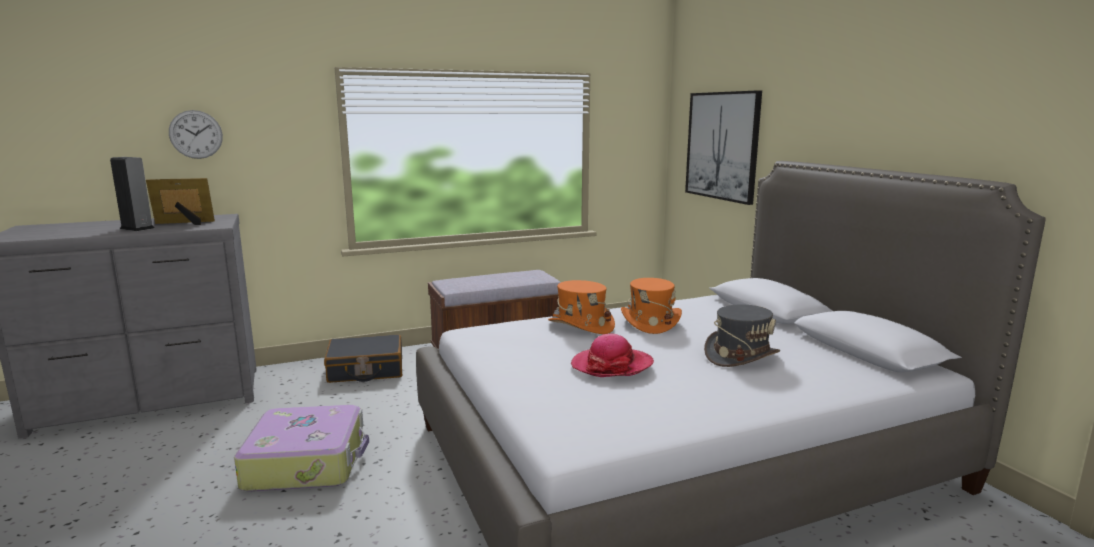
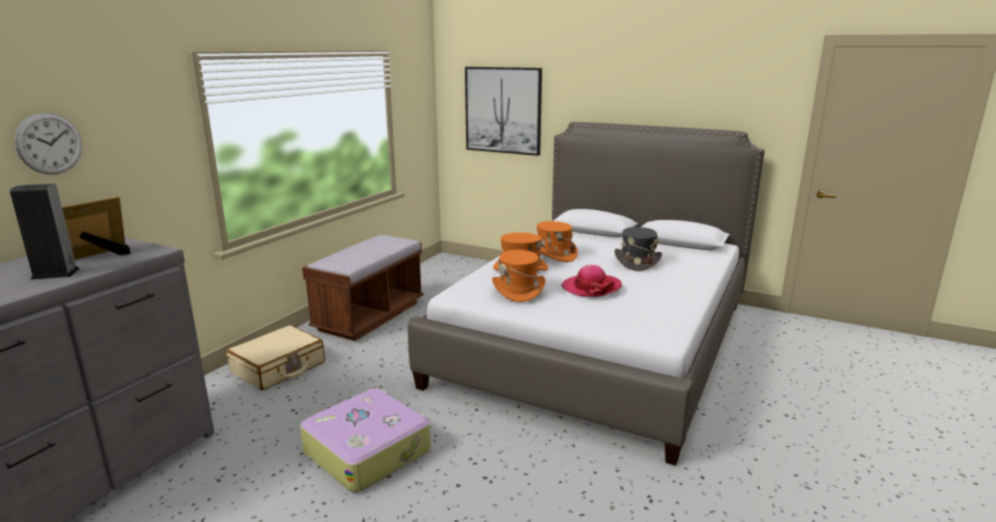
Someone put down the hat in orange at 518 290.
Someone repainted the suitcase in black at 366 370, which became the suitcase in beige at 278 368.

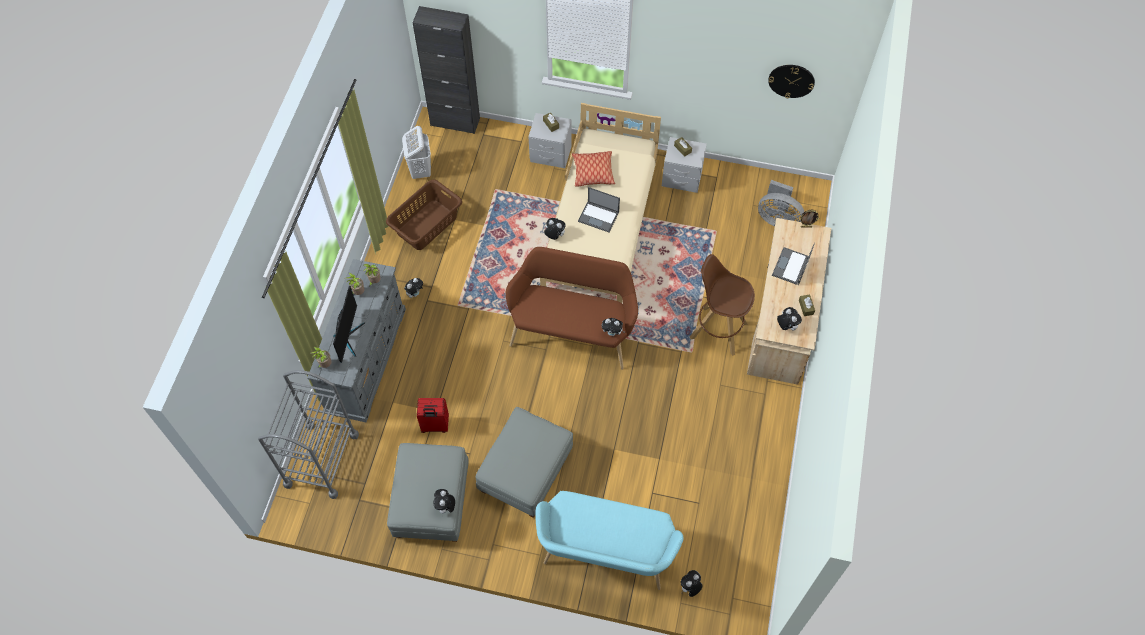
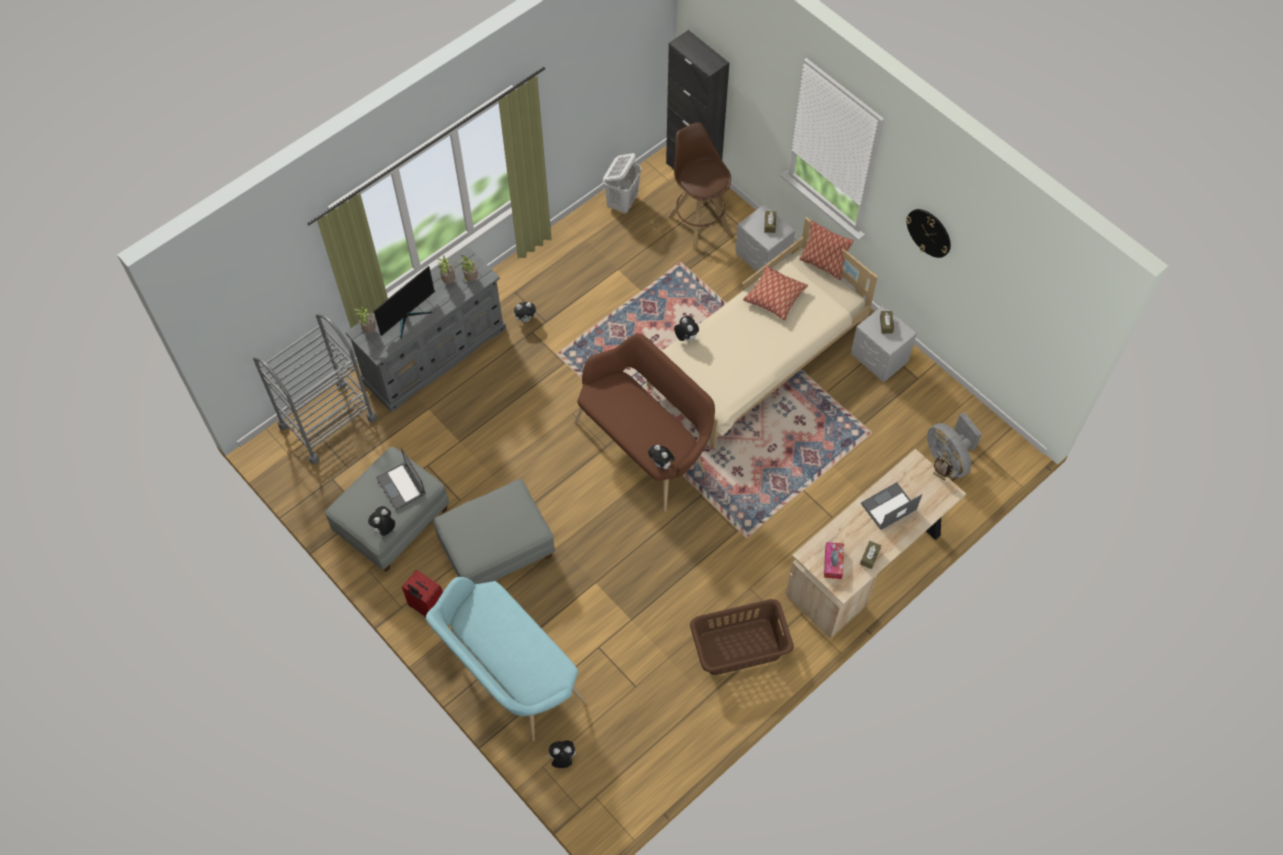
Someone put down the pillow at 822 264.
Someone carried the laundry basket in brown from 426 225 to 739 646.
Someone carried the suitcase in red from 435 426 to 426 607.
Someone carried the laptop from 599 217 to 401 486.
Someone carried the stool in brown from 717 330 to 698 223.
Someone carried the wall clock from 791 80 to 929 232.
Someone swapped the plush toy at 786 326 for the tissue box at 833 562.

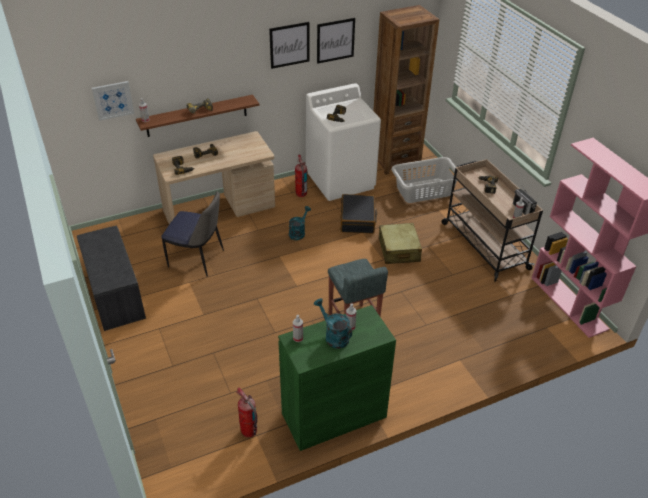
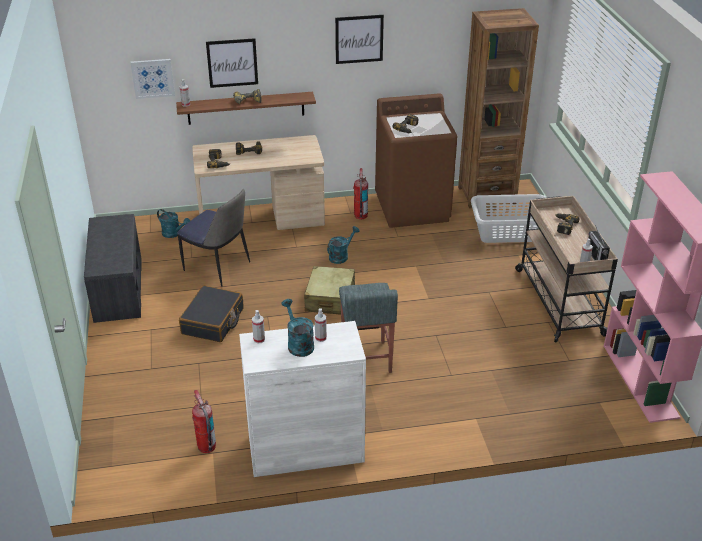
Someone put down the watering can in turquoise at 174 234.
Someone carried the picture from 335 40 to 232 63.
Someone carried the suitcase in black from 358 219 to 213 321.
Someone carried the suitcase in beige from 398 250 to 330 299.
Someone repainted the cabinet in green at 334 415, which became the cabinet in white at 305 449.
Someone repainted the washing machine in white at 341 180, which became the washing machine in brown at 413 207.

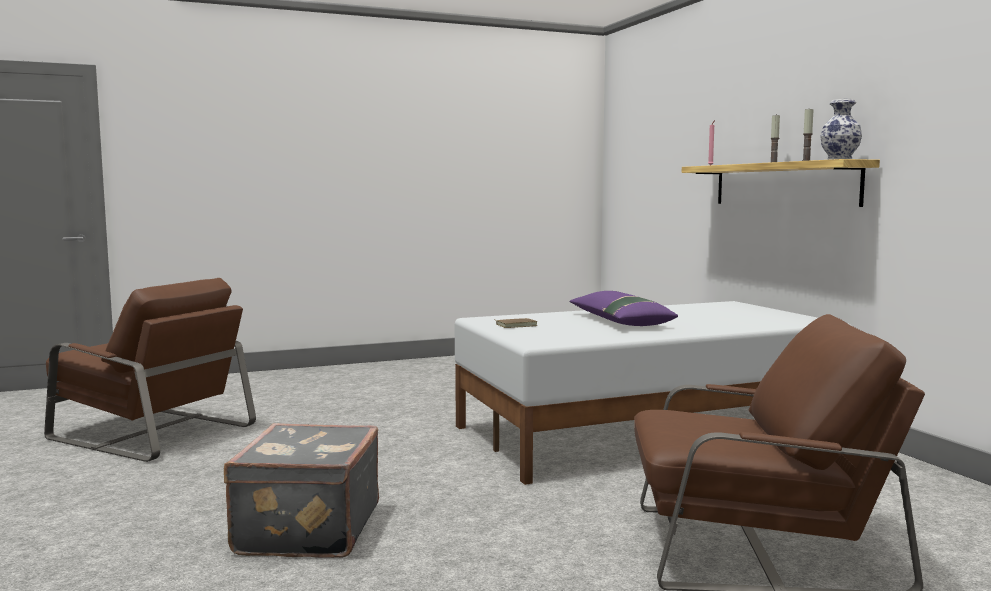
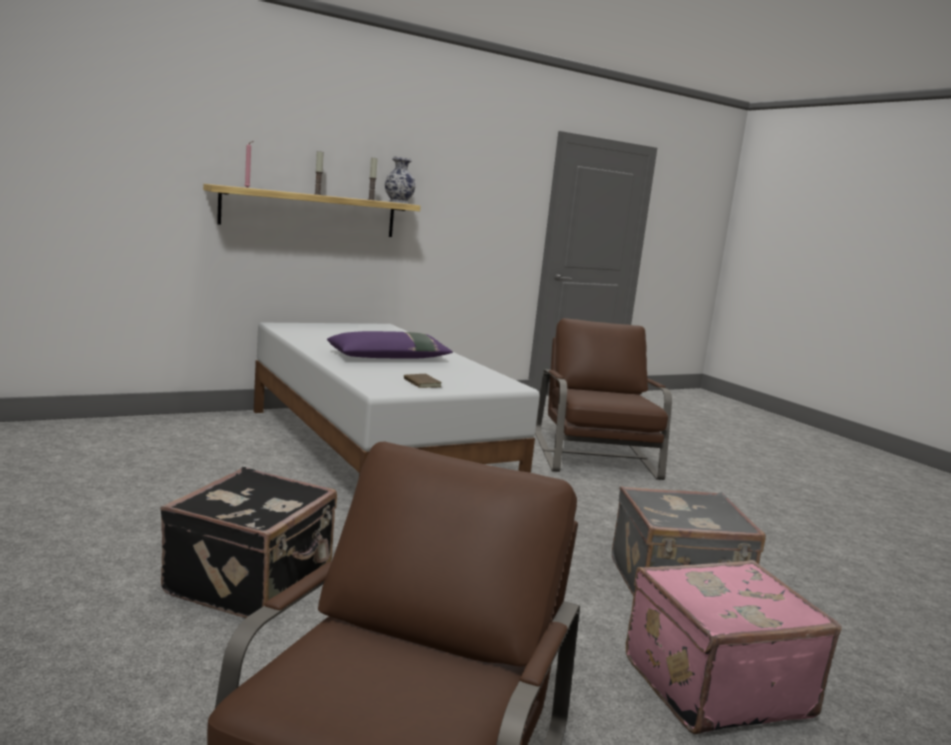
Someone put down the suitcase in black at 253 581.
Someone put down the suitcase in pink at 713 684.

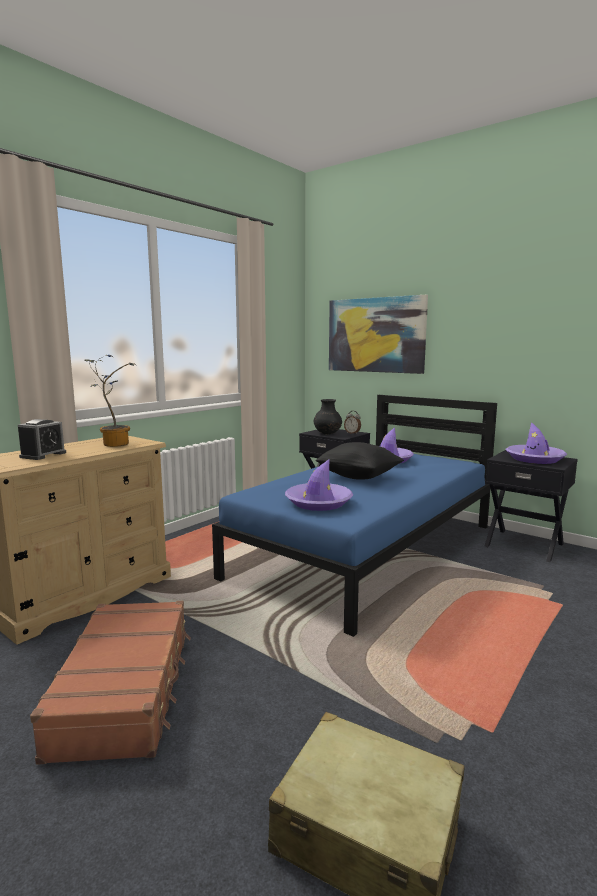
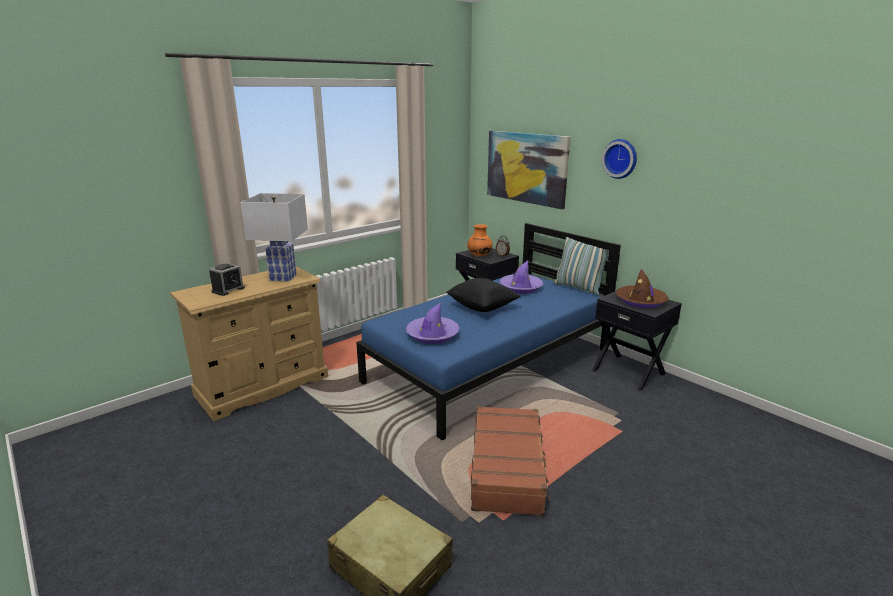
Someone put down the pillow at 578 288.
Someone put up the wall clock at 620 158.
Someone carried the suitcase in brown from 126 690 to 508 468.
Someone swapped the potted plant at 114 443 for the table lamp in white at 282 278.
Someone repainted the vase in black at 327 434, which became the vase in orange at 479 256.
Someone repainted the hat in purple at 535 459, which became the hat in brown at 641 301.

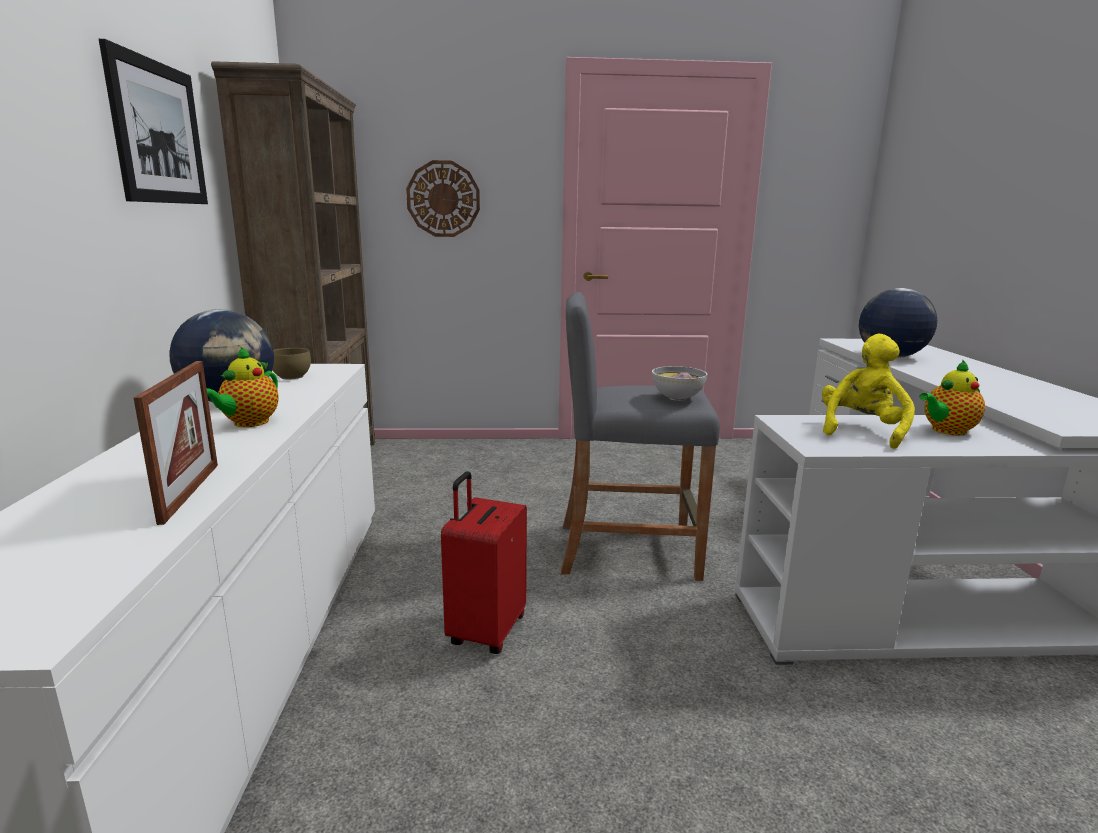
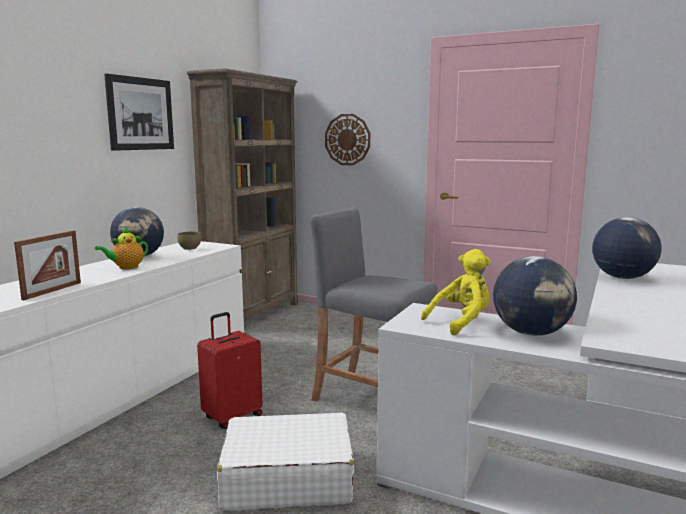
Someone took away the bowl at 677 398.
Someone put down the suitcase in white at 287 478.
Someone swapped the teapot at 946 431 for the globe at 531 333.

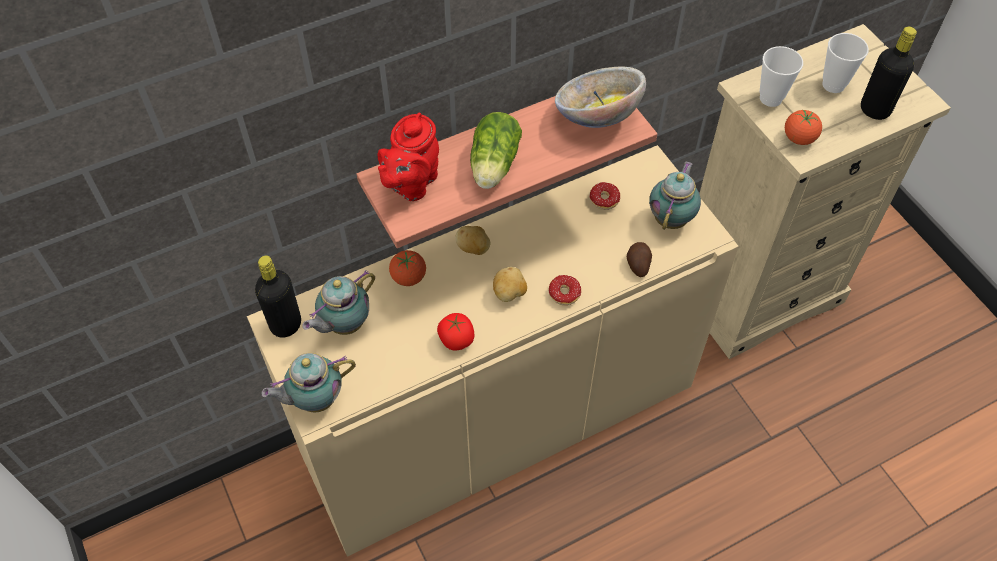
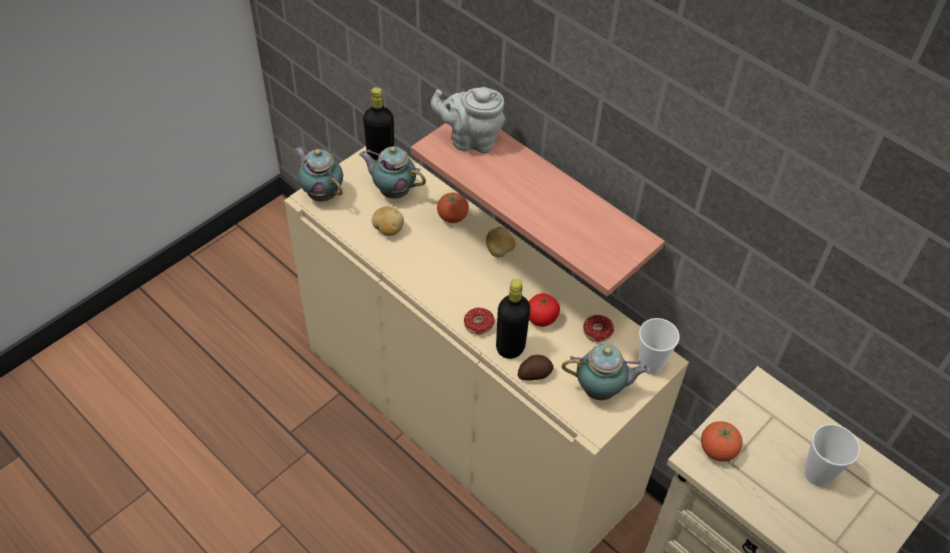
Someone took away the lettuce at 493 166.
Someone took away the bowl at 596 116.
Someone carried the tomato from 456 339 to 541 318.
Someone carried the potato from 509 293 to 388 230.
Someone carried the cup from 770 98 to 650 364.
Someone carried the bottle in black from 875 110 to 510 347.
Someone repainted the teapot in red at 411 184, which became the teapot in grey at 471 140.

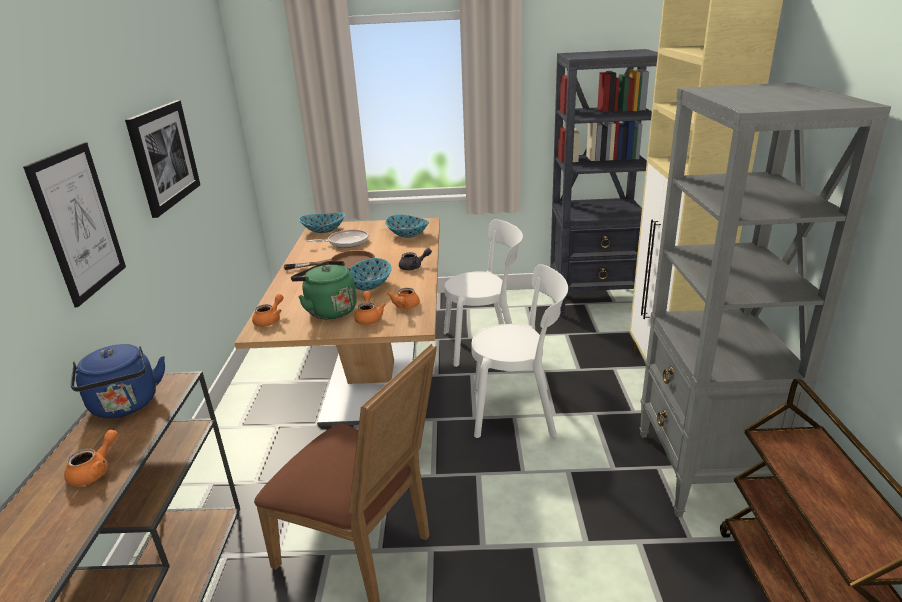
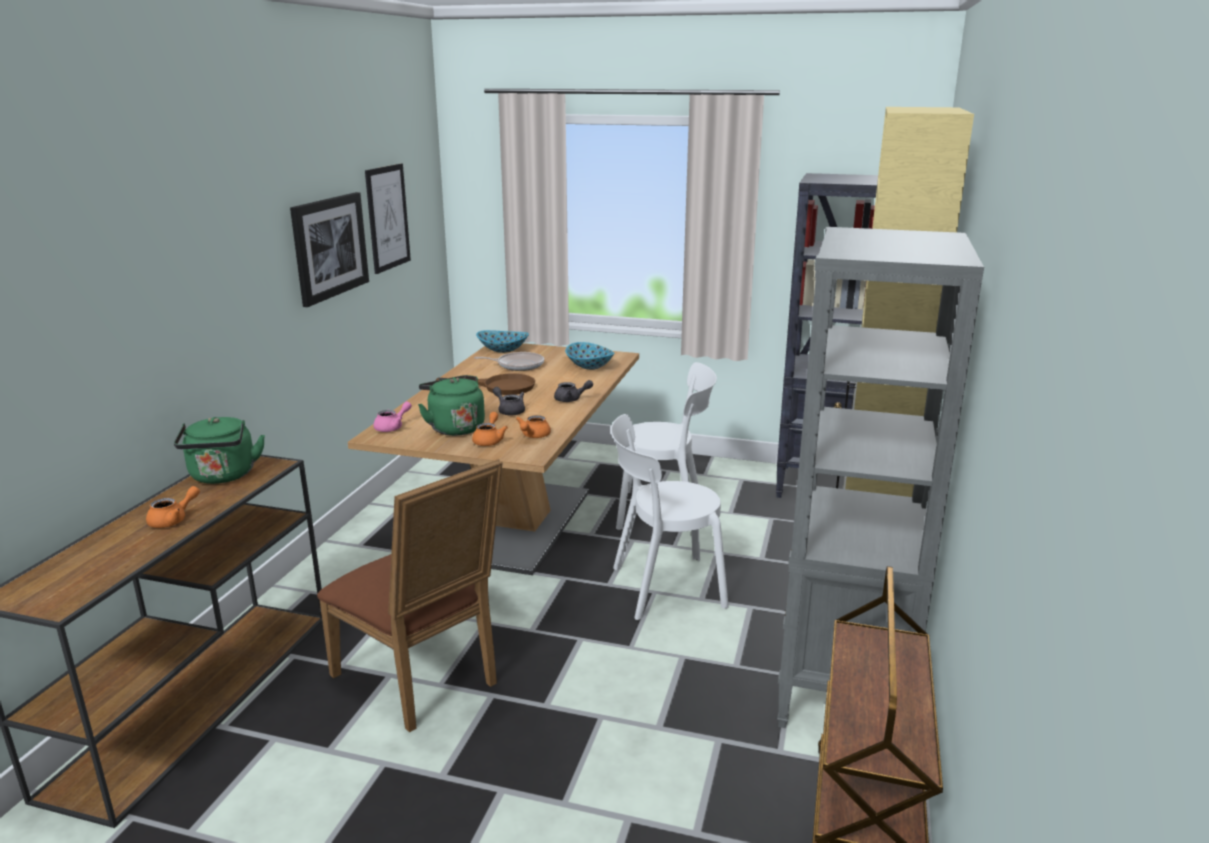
Someone carried the picture from 79 223 to 387 217.
Someone swapped the bowl at 367 286 for the teapot in grey at 509 411.
Someone repainted the kettle in blue at 126 406, which became the kettle in green at 223 476.
Someone repainted the teapot in orange at 270 320, which became the teapot in pink at 393 427.
Someone rotated the chair in white at 518 411 by 150 degrees clockwise.

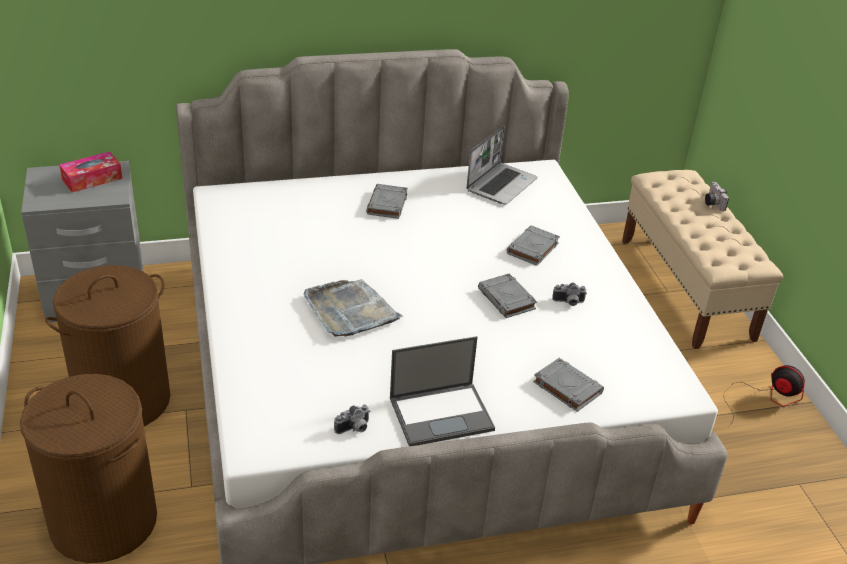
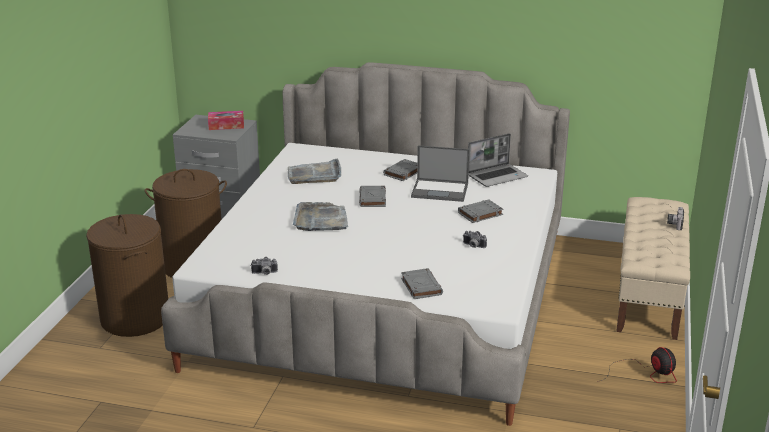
Someone put down the tray in grey at 314 174.
Someone carried the laptop from 442 413 to 440 190.
Someone carried the book in grey from 507 299 to 373 199.

